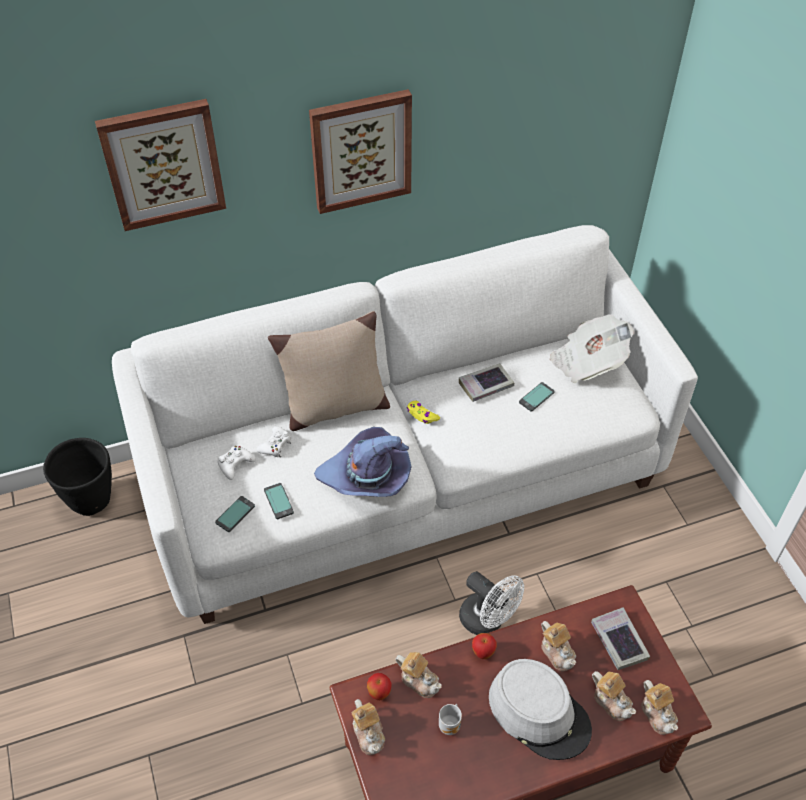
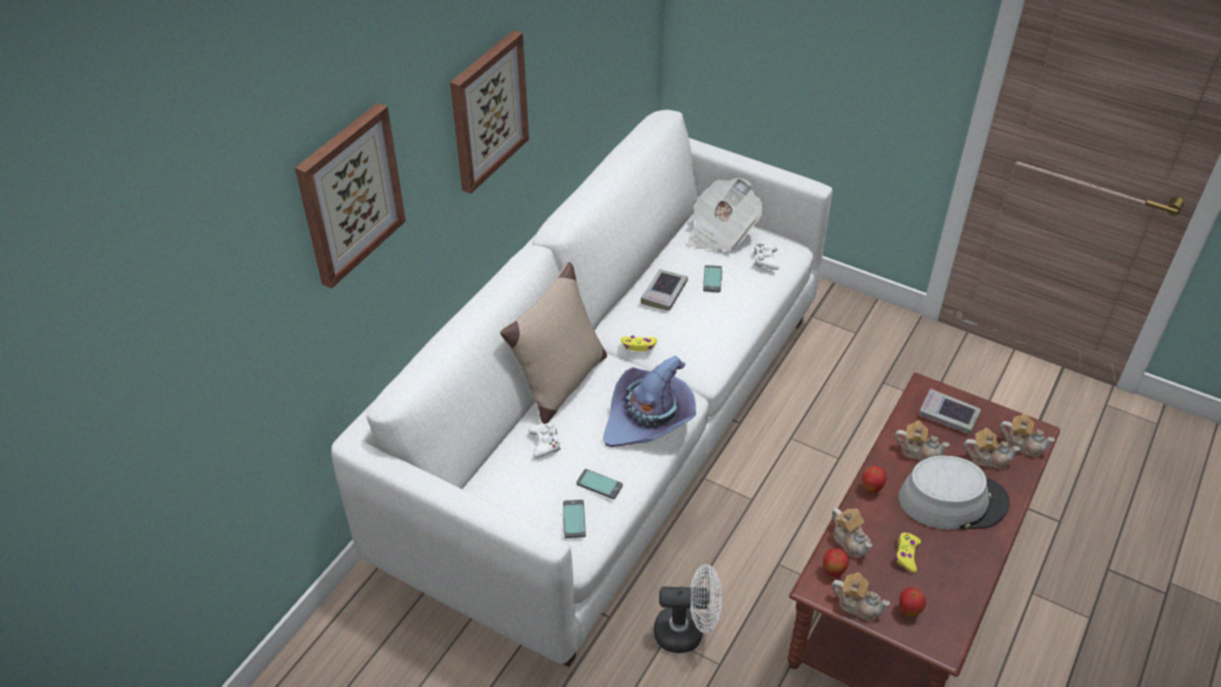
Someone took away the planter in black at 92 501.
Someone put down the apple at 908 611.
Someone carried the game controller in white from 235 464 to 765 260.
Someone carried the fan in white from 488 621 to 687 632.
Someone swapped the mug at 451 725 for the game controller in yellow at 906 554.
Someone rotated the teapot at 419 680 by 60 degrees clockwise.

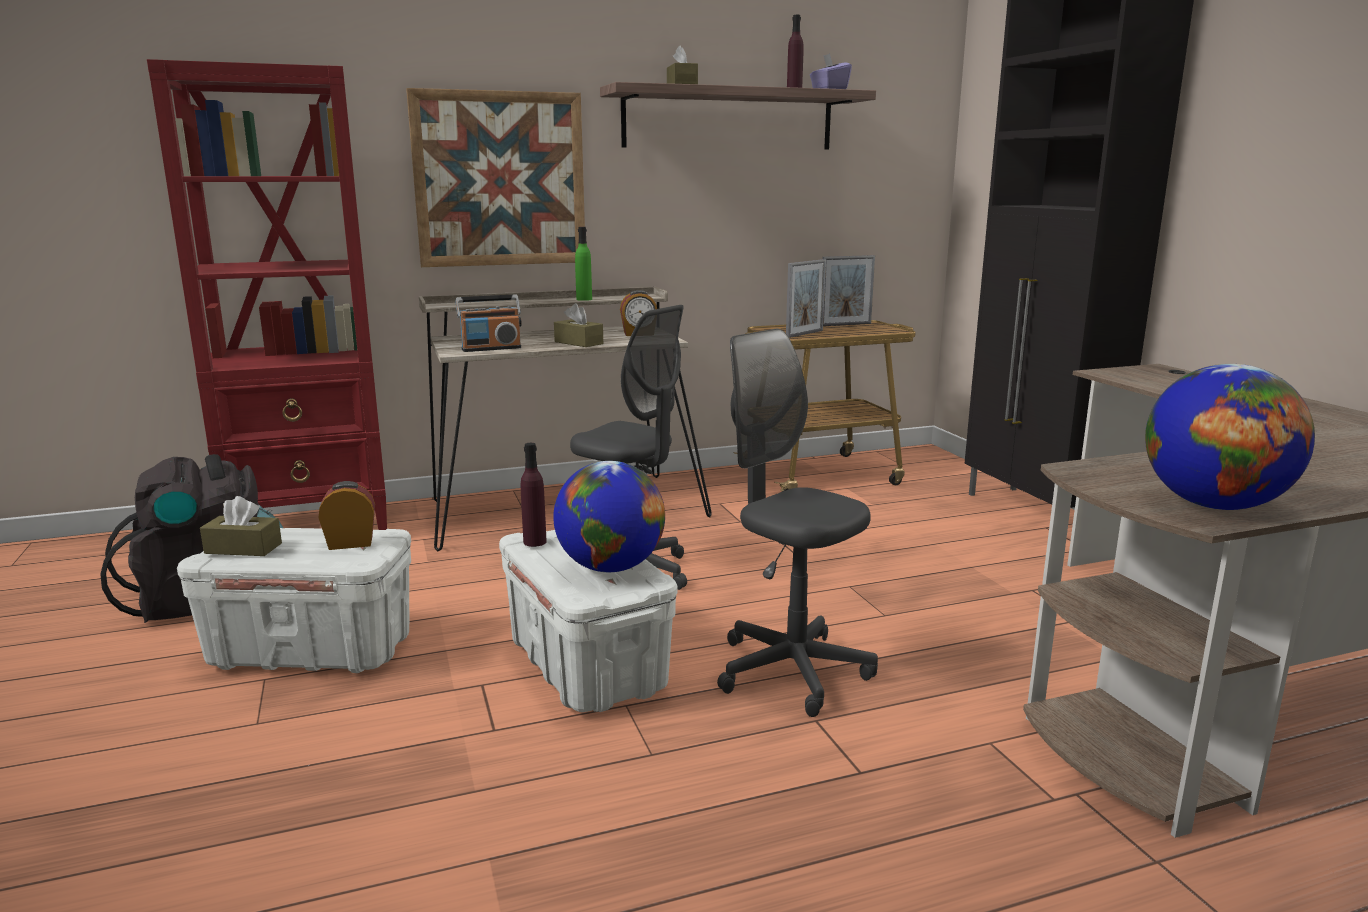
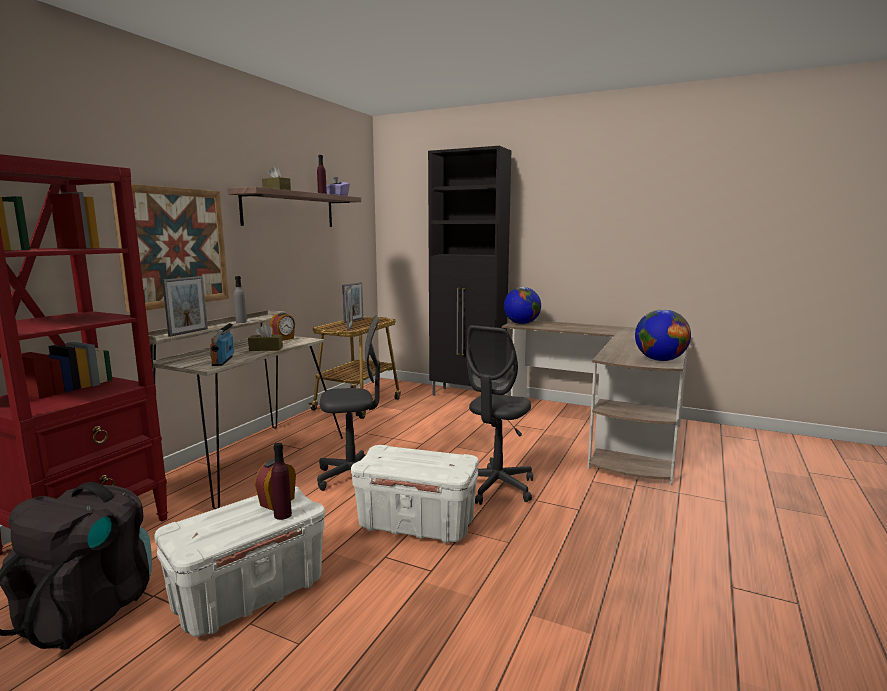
Someone took away the tissue box in brown at 243 548.
Someone put down the picture frame at 188 332.
Someone carried the bottle in purple from 535 542 to 282 515.
Someone carried the globe from 610 567 to 521 323.
Someone repainted the bottle in green at 584 299, which became the bottle in grey at 241 322.
Someone rotated the radio at 491 348 by 150 degrees clockwise.
Someone rotated the office chair in grey at 791 671 by 60 degrees counterclockwise.

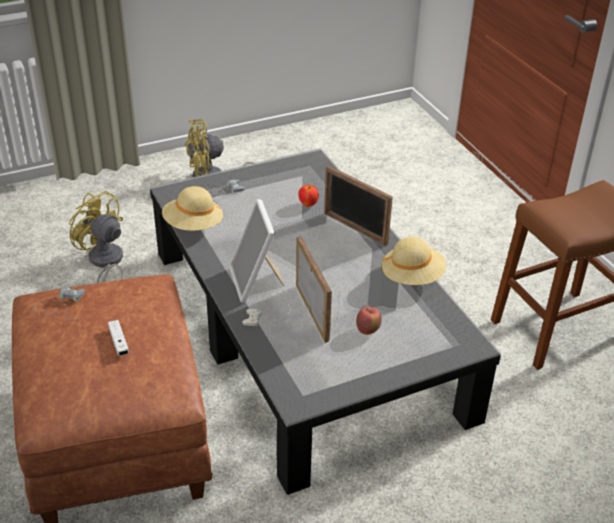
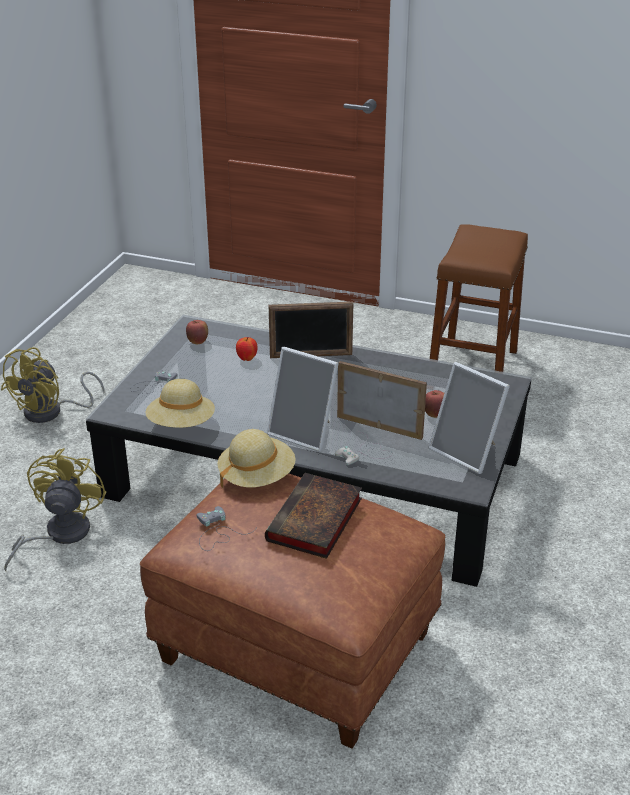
Someone put down the apple at 198 342.
Someone put down the picture frame at 467 452.
Someone carried the hat in beige from 412 277 to 256 477.
Someone swapped the game controller in white at 119 342 for the book at 314 522.
Someone rotated the fan in yellow at 105 263 by 105 degrees clockwise.

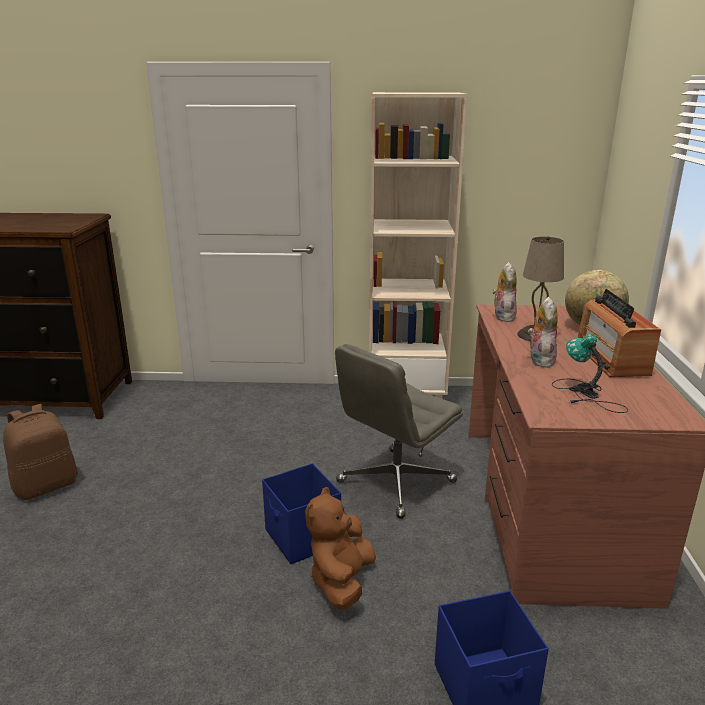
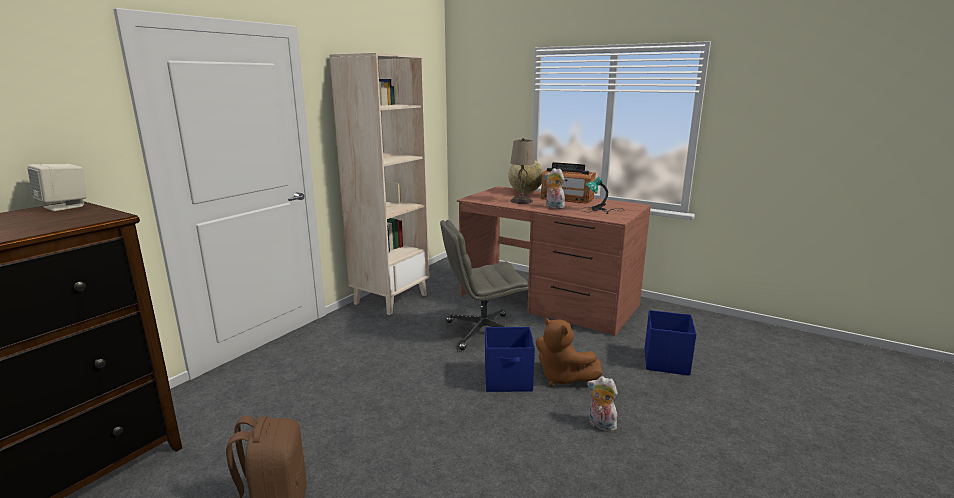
Someone put down the speaker in beige at 64 207.
Someone carried the plush toy from 502 317 to 600 425.
Someone rotated the office chair in grey at 395 483 by 90 degrees clockwise.

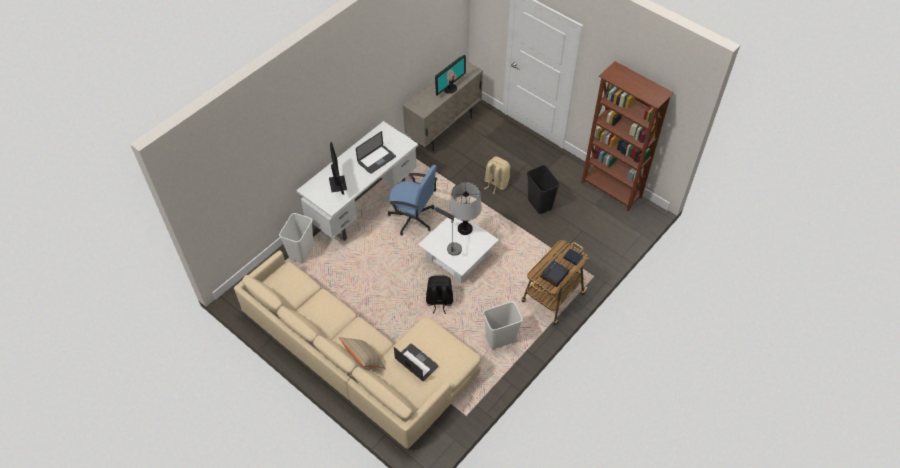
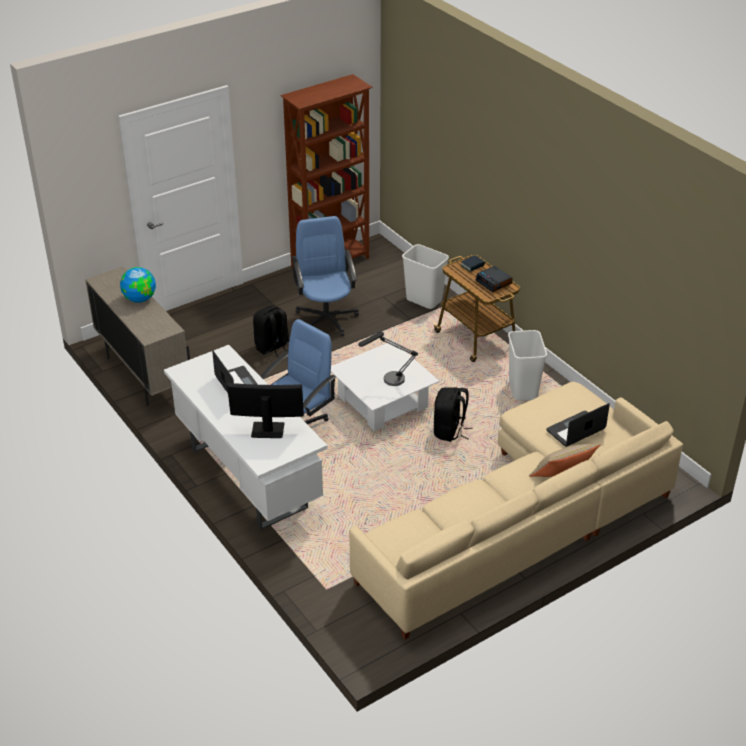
Someone took away the table lamp at 465 229.
Someone carried the trash can in white from 301 252 to 424 300.
Someone swapped the monitor at 450 88 for the globe at 139 299.
Someone swapped the trash can in black at 540 204 for the office chair in blue at 326 319.
Someone repainted the backpack in beige at 496 183, which became the backpack in black at 272 347.

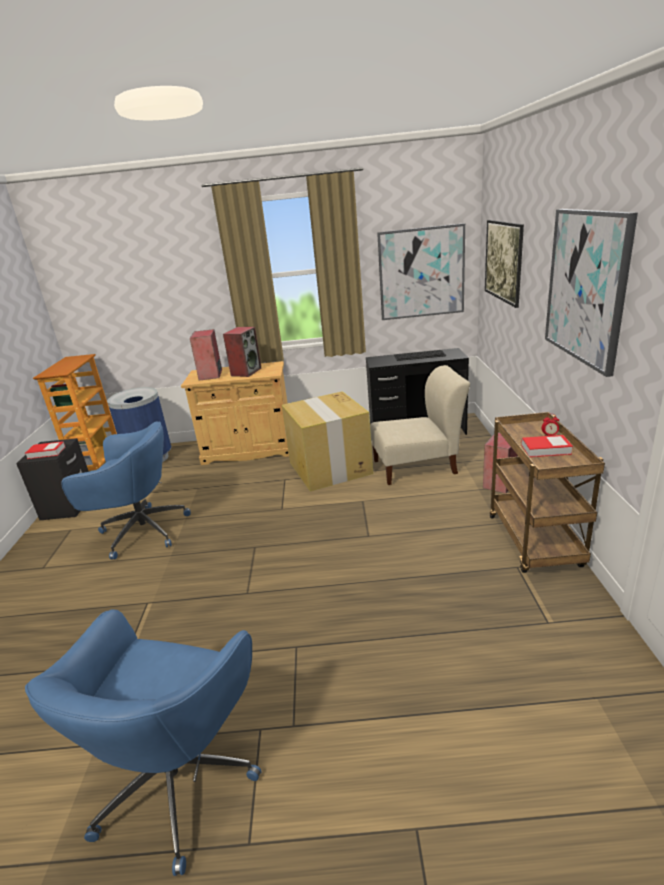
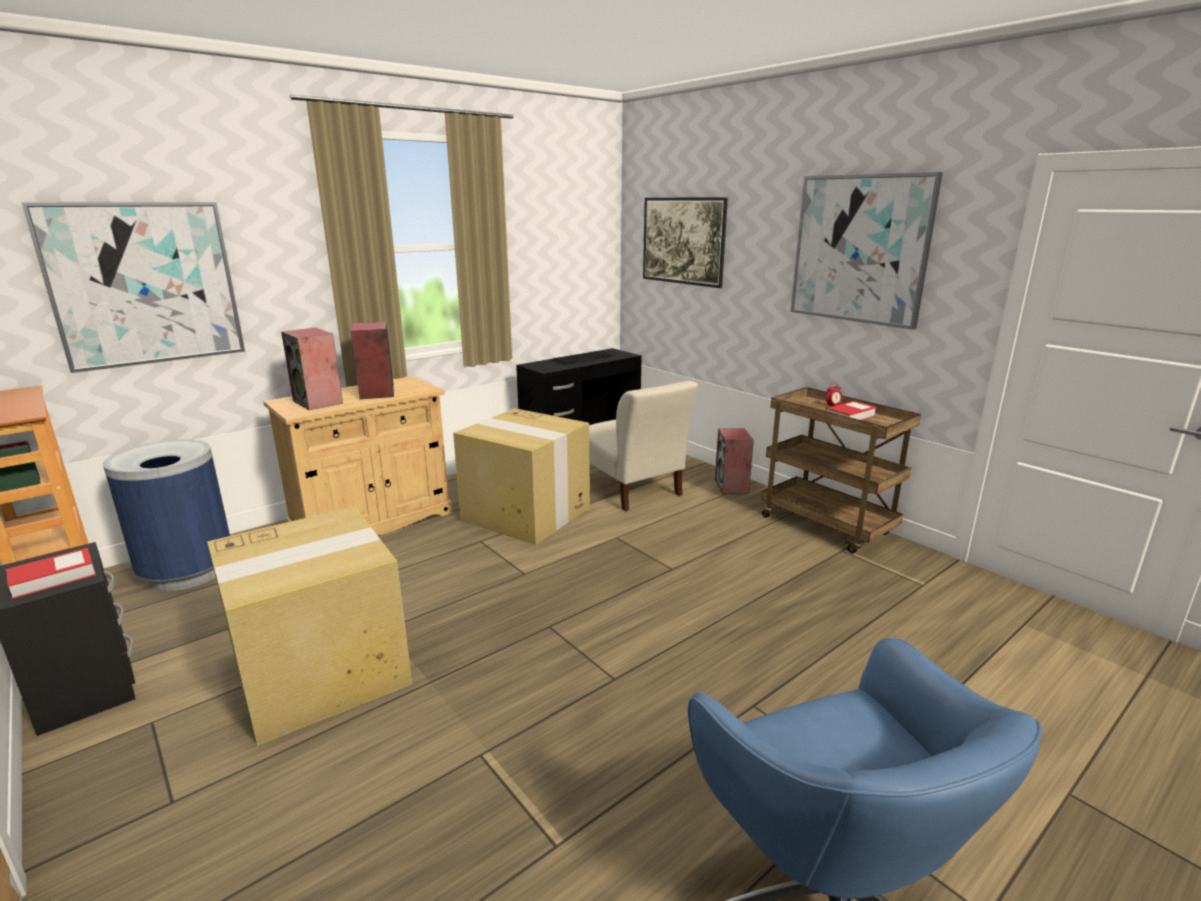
Someone carried the picture from 421 273 to 144 284.
Someone swapped the office chair in blue at 141 531 for the cardboard box at 324 671.
Someone rotated the chair in beige at 418 466 by 105 degrees clockwise.

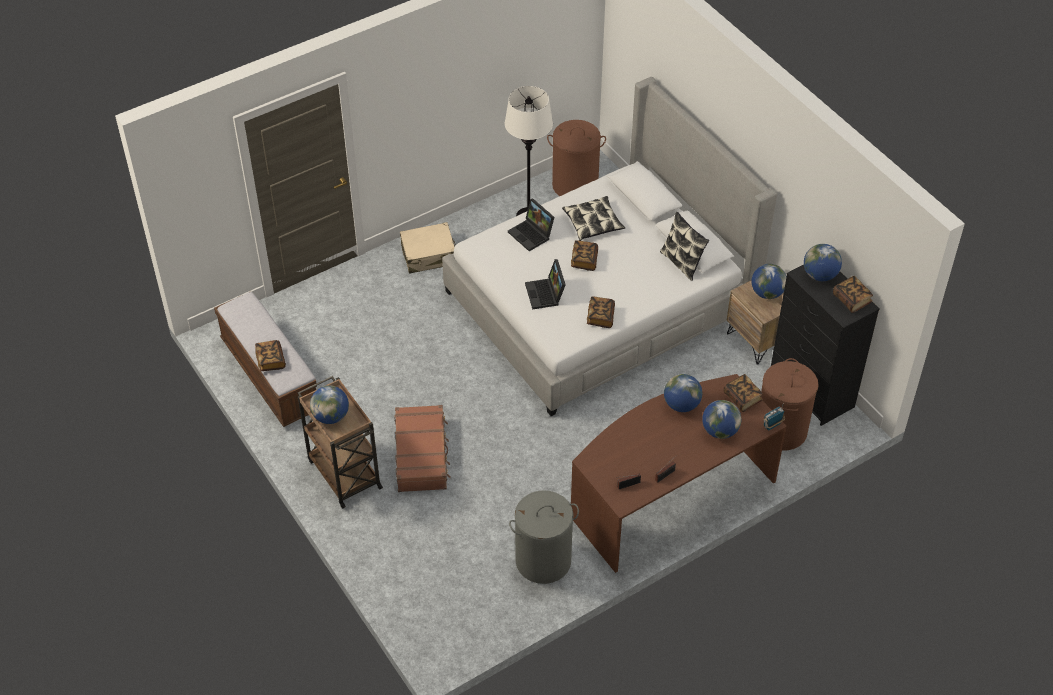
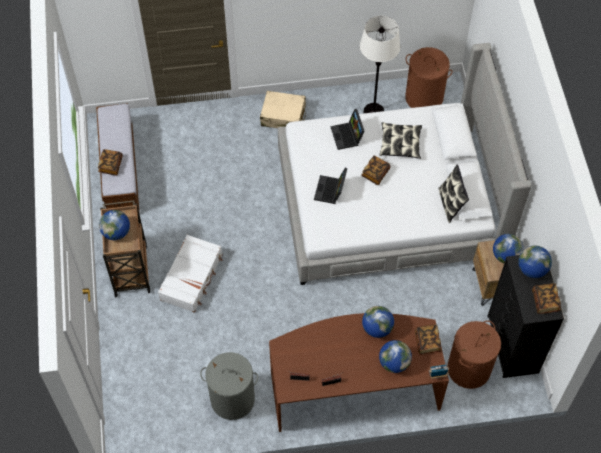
Someone took away the book at 600 317.
Someone repainted the suitcase in brown at 422 455, which became the suitcase in white at 192 277.

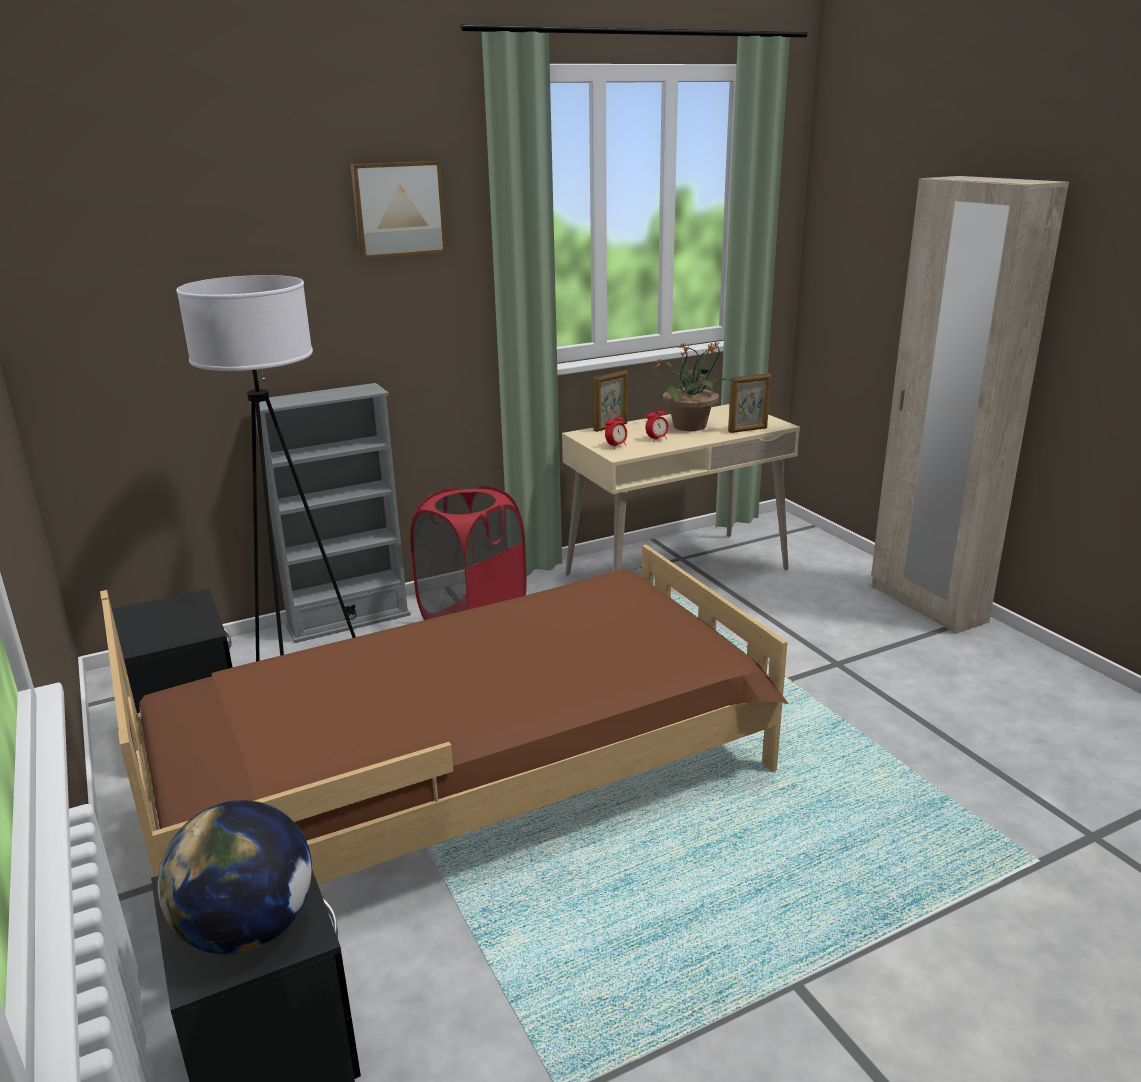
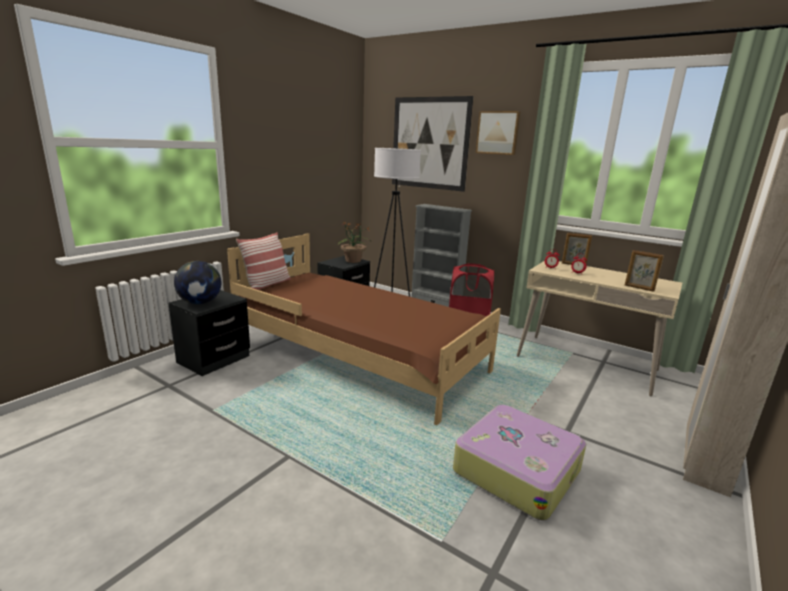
Someone put down the pillow at 267 284.
Someone put up the picture at 429 143.
Someone put down the suitcase at 516 469.
Someone carried the potted plant from 691 426 to 353 261.

